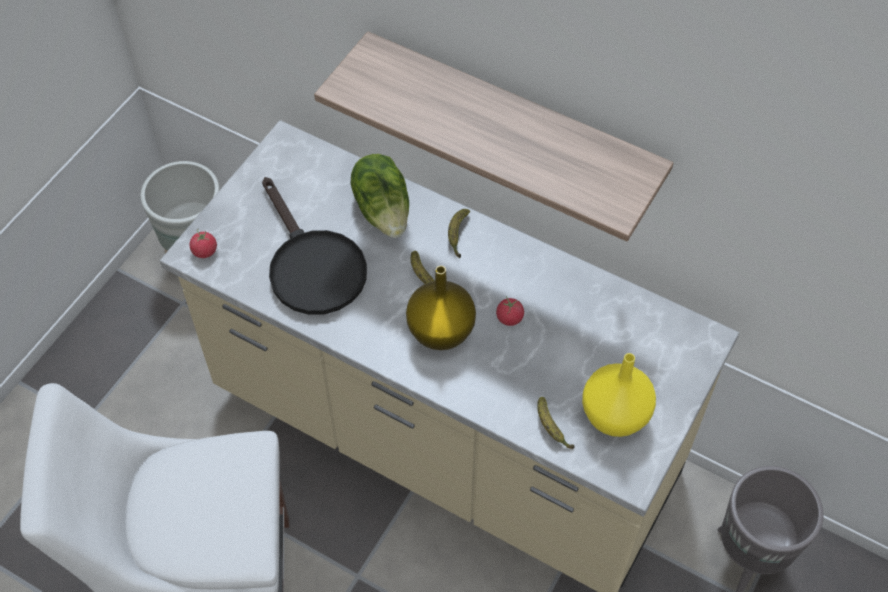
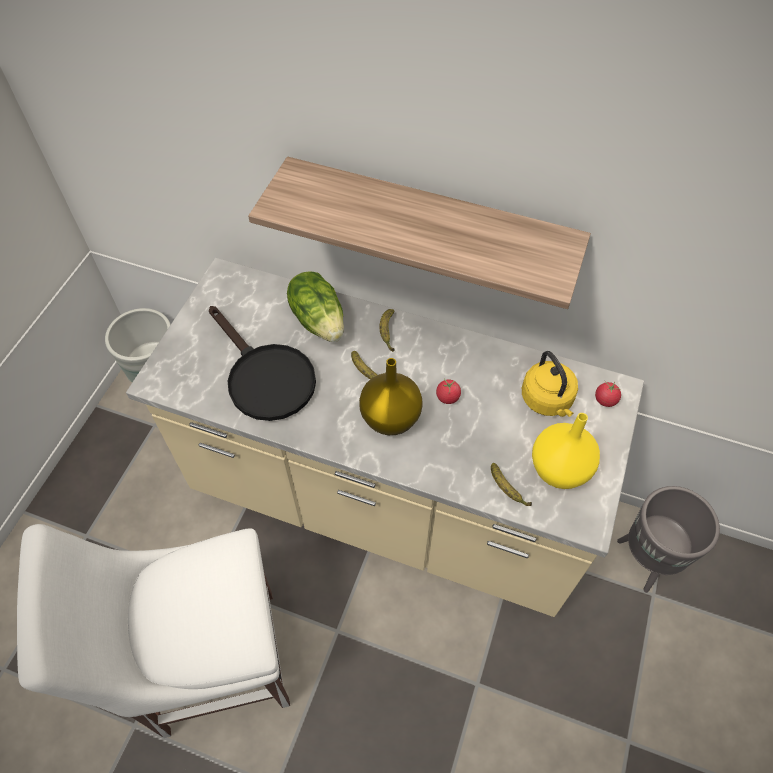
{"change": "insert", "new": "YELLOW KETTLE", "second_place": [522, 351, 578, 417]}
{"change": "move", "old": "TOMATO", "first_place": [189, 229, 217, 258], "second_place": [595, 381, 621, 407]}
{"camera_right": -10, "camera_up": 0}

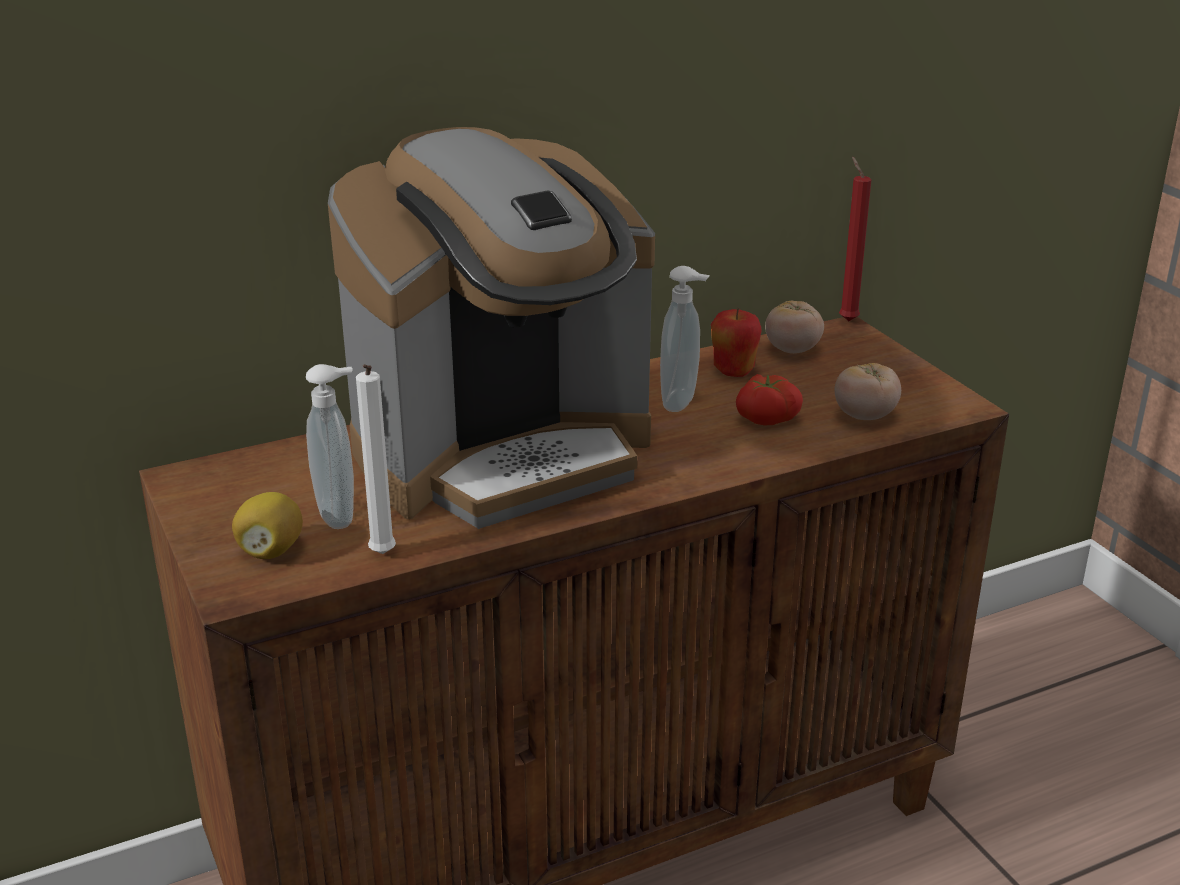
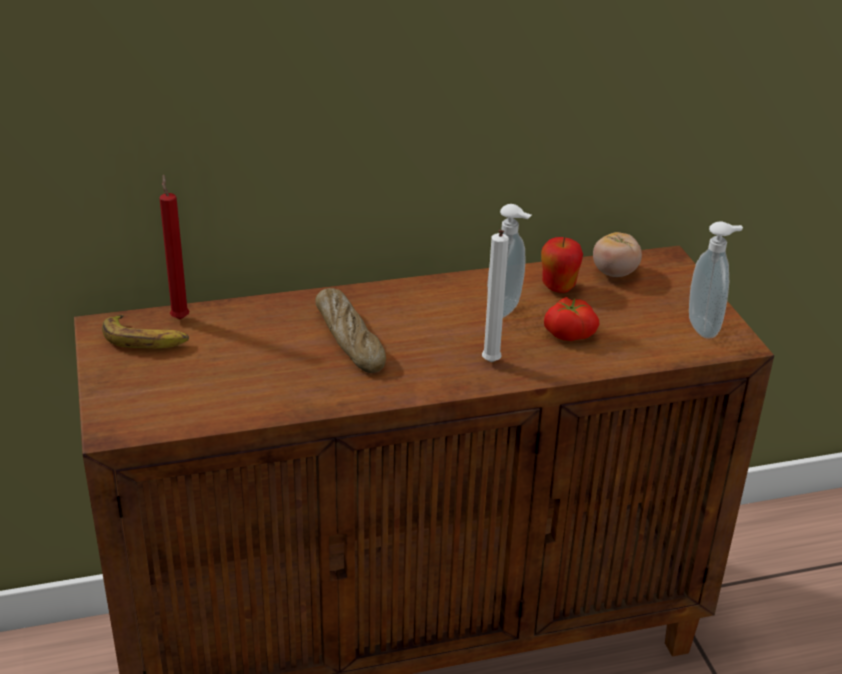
{"change": "delete", "old": "LEMON", "first_place": [232, 492, 303, 559]}
{"change": "delete", "old": "TOMATO", "first_place": [834, 363, 901, 420]}
{"change": "insert", "new": "BANANA", "second_place": [102, 315, 189, 349]}
{"change": "move", "old": "SOAP DISPENSER", "first_place": [306, 364, 354, 529], "second_place": [689, 221, 743, 339]}
{"change": "move", "old": "WHITE CANDLE", "first_place": [356, 364, 396, 554], "second_place": [482, 230, 509, 362]}
{"change": "move", "old": "RED CANDLE", "first_place": [839, 157, 872, 321], "second_place": [160, 174, 189, 320]}
{"change": "replace", "old": "COFFEE MACHINE", "new": "BREAD", "first_place": [328, 127, 655, 529], "second_place": [315, 288, 386, 373]}
{"camera_right": 10, "camera_up": 5}

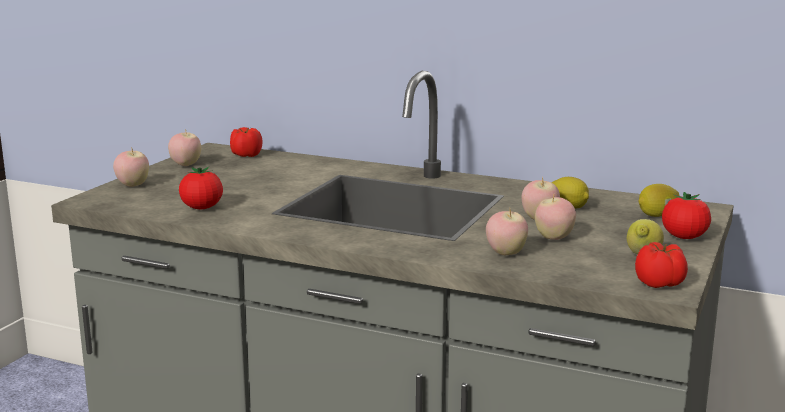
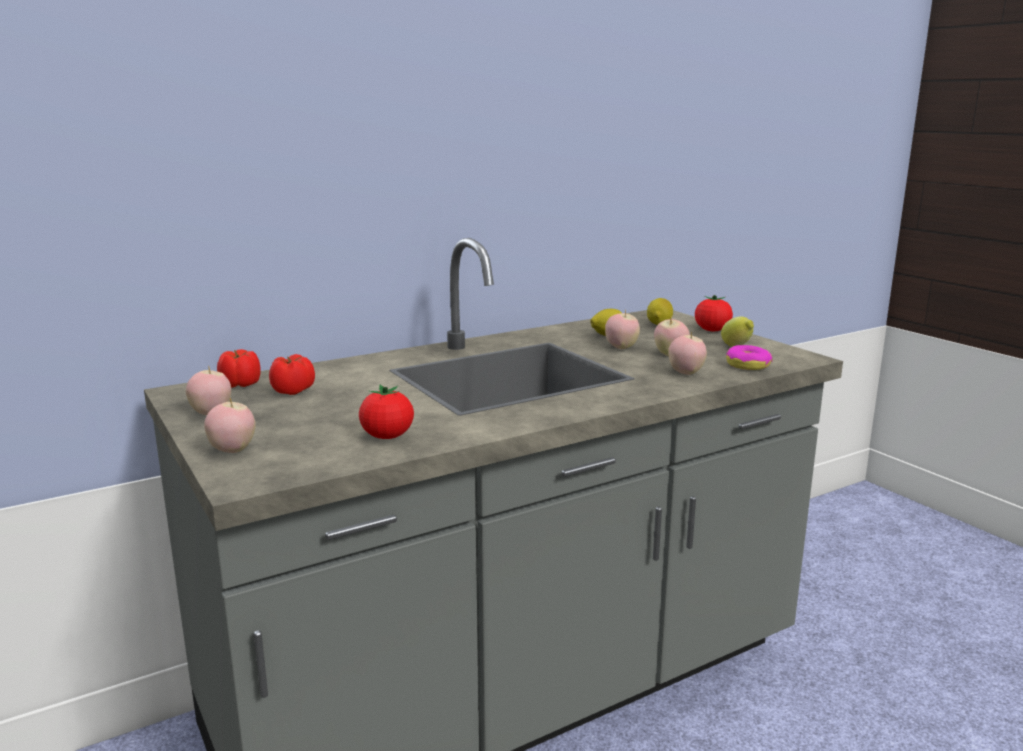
{"change": "insert", "new": "DONUT", "second_place": [726, 345, 772, 370]}
{"change": "move", "old": "TOMATO", "first_place": [635, 242, 688, 288], "second_place": [269, 354, 315, 395]}
{"camera_right": -55, "camera_up": 0}

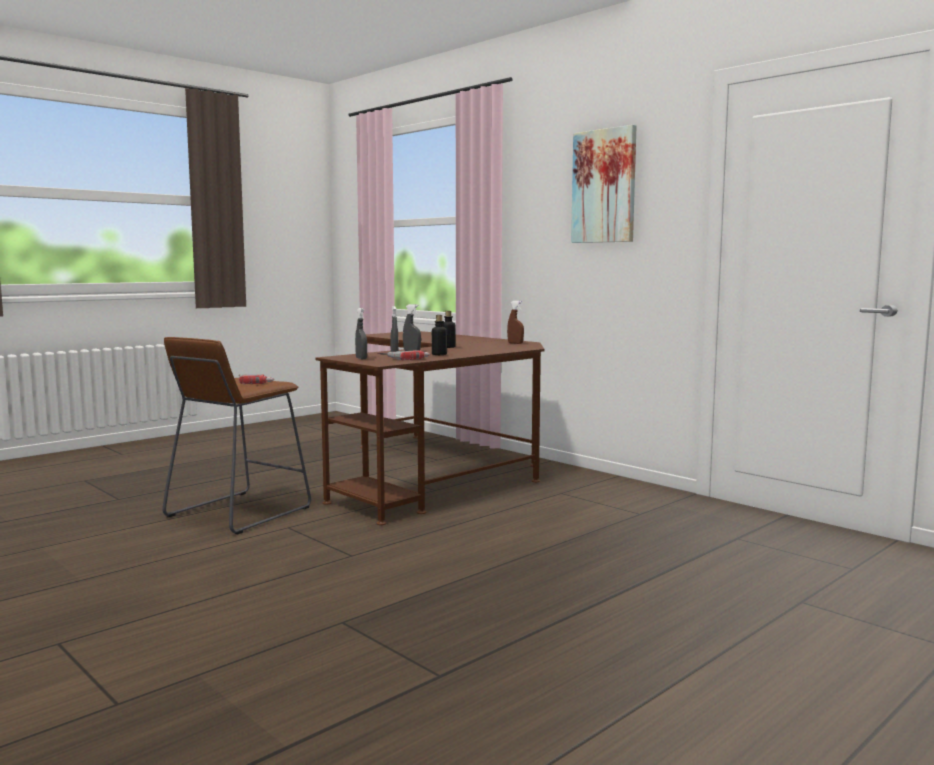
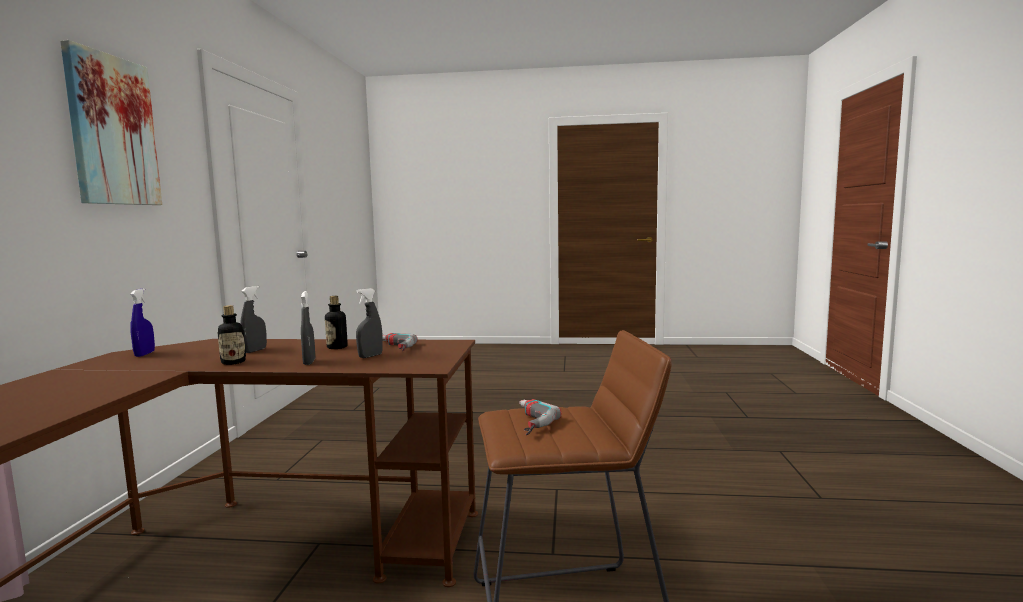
{"change": "move", "old": "GREY SPRAY BOTTLE", "first_place": [355, 308, 367, 359], "second_place": [240, 286, 267, 353]}
{"change": "recolor", "old": "BROWN SPRAY BOTTLE", "new": "BLUE SPRAY BOTTLE", "first_place": [507, 301, 524, 344], "second_place": [130, 289, 155, 357]}
{"camera_right": -130, "camera_up": 0}

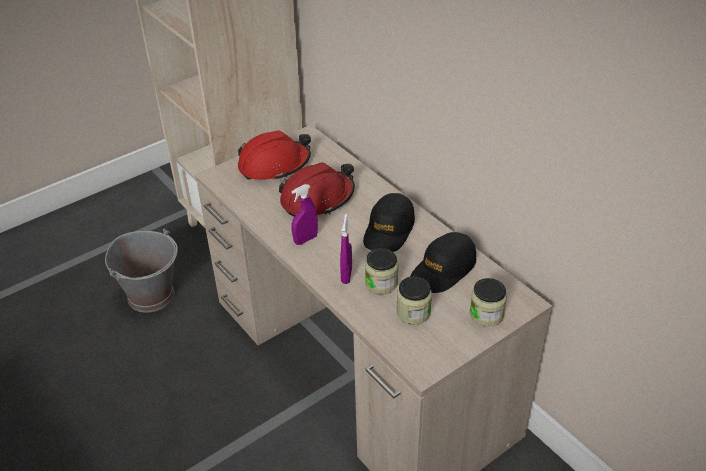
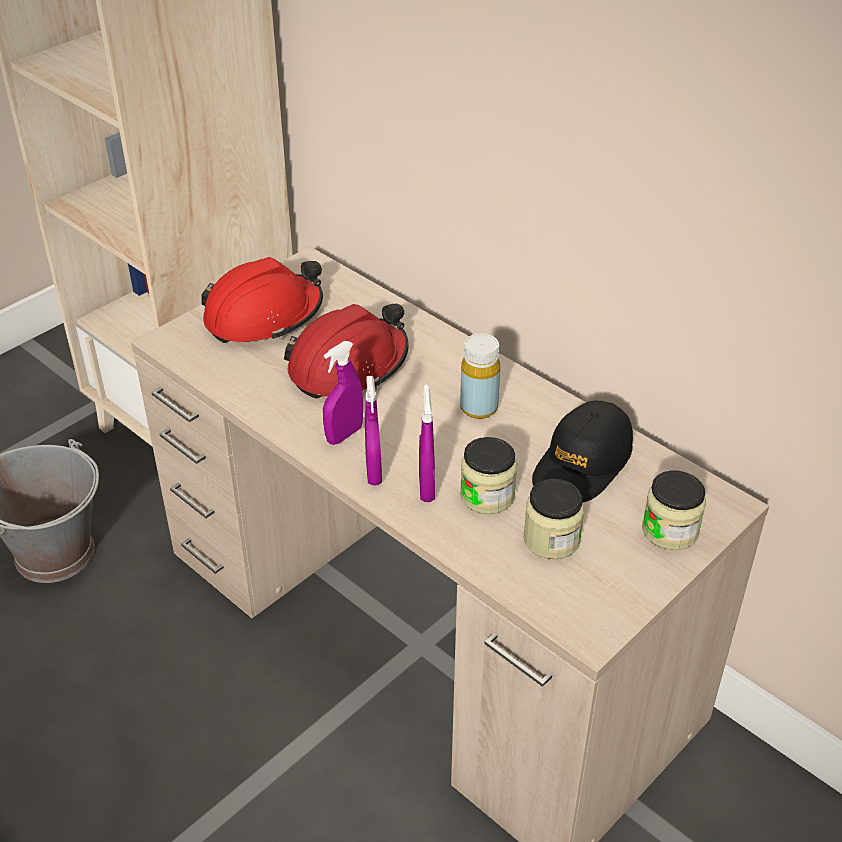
{"change": "insert", "new": "PURPLE SPRAY BOTTLE", "second_place": [365, 376, 382, 485]}
{"change": "replace", "old": "BLACK CAP", "new": "YELLOW BOTTLE", "first_place": [363, 193, 415, 252], "second_place": [460, 333, 500, 419]}
{"camera_right": -10, "camera_up": 0}

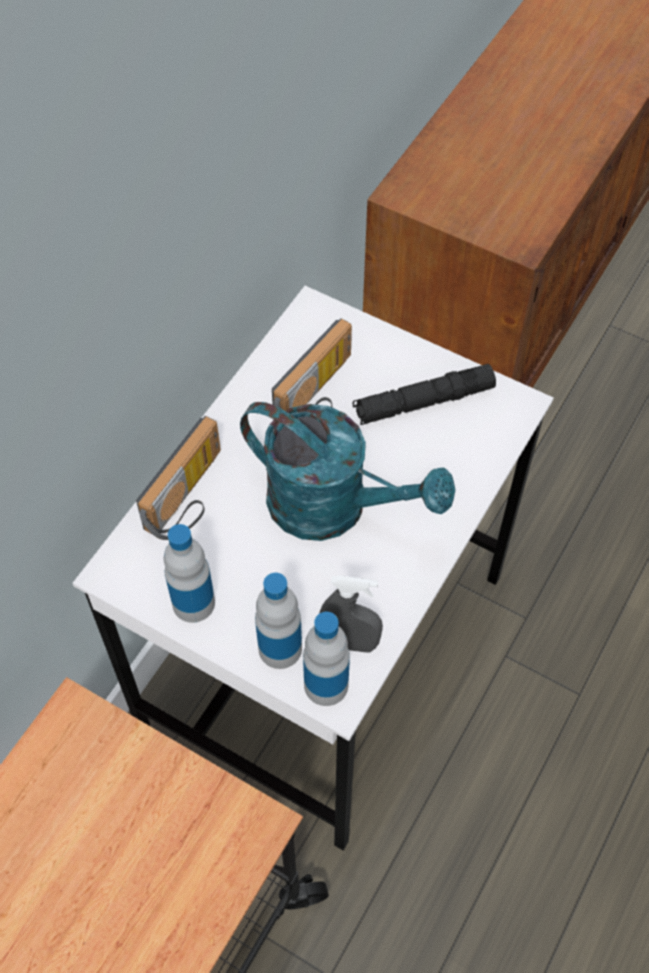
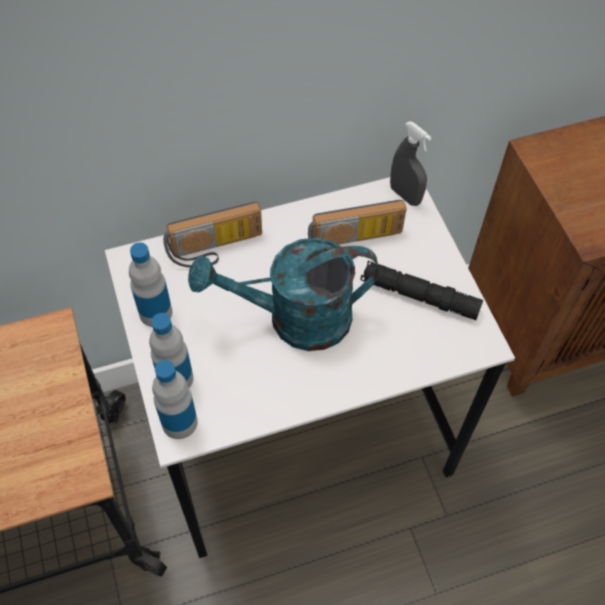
{"change": "move", "old": "GREY SPRAY BOTTLE", "first_place": [319, 576, 383, 653], "second_place": [390, 121, 432, 206]}
{"change": "rotate", "old": "TURQUOISE WATERING CAN", "first_place": [240, 402, 455, 541], "second_place": [188, 238, 379, 351], "degrees": 105}
{"camera_right": 40, "camera_up": 0}

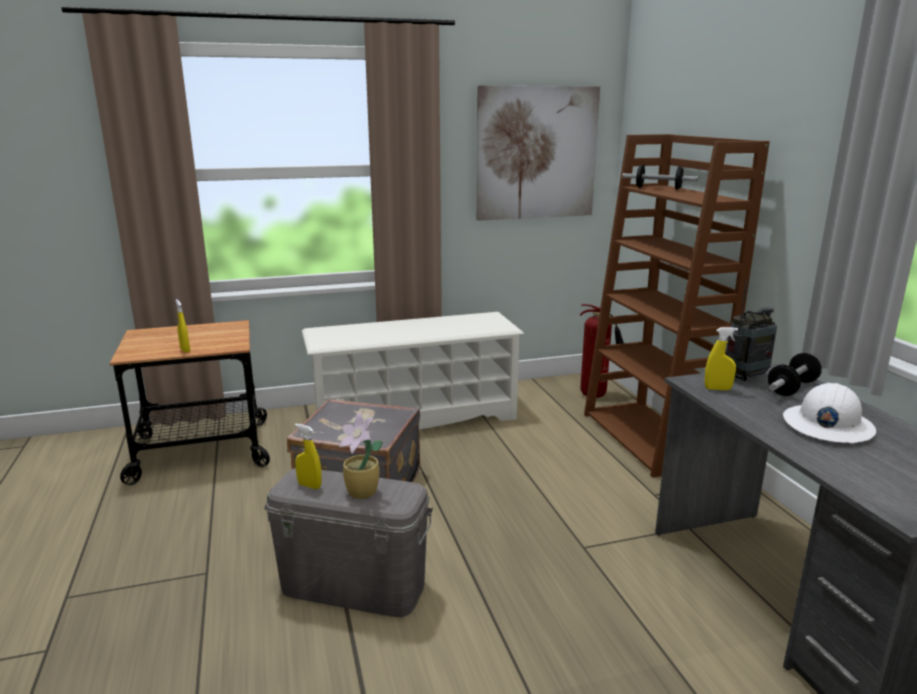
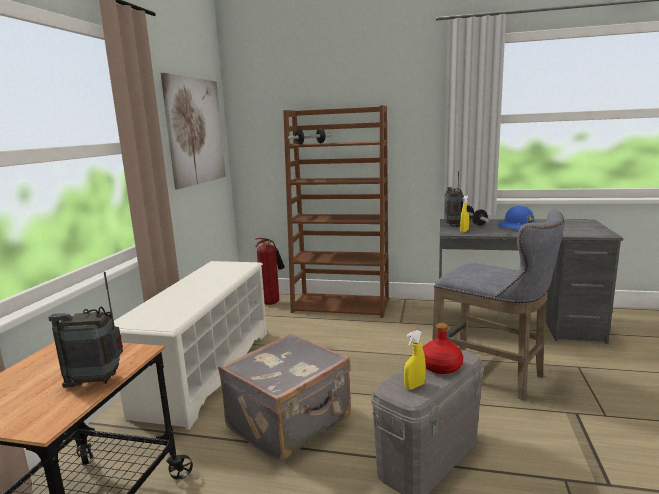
{"change": "insert", "new": "GREY STOOL", "second_place": [432, 210, 564, 401]}
{"change": "replace", "old": "YELLOW SPRAY BOTTLE", "new": "RADIO", "first_place": [175, 299, 190, 353], "second_place": [48, 272, 123, 388]}
{"change": "replace", "old": "POTTED PLANT", "new": "RED BOTTLE", "first_place": [339, 412, 383, 499], "second_place": [422, 323, 463, 374]}
{"change": "recolor", "old": "WHITE HARD HAT", "new": "BLUE HARD HAT", "first_place": [783, 383, 876, 443], "second_place": [497, 206, 535, 230]}
{"camera_right": -60, "camera_up": -5}

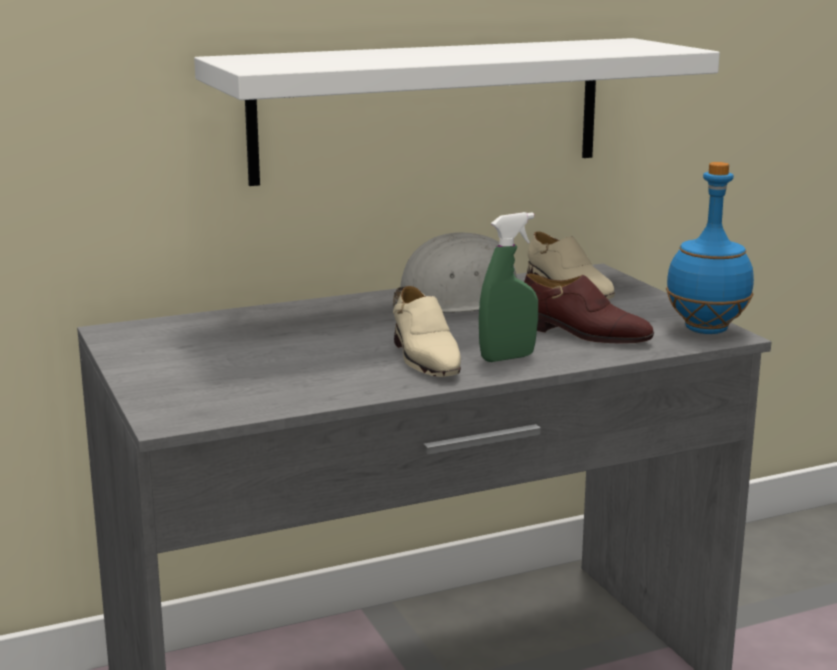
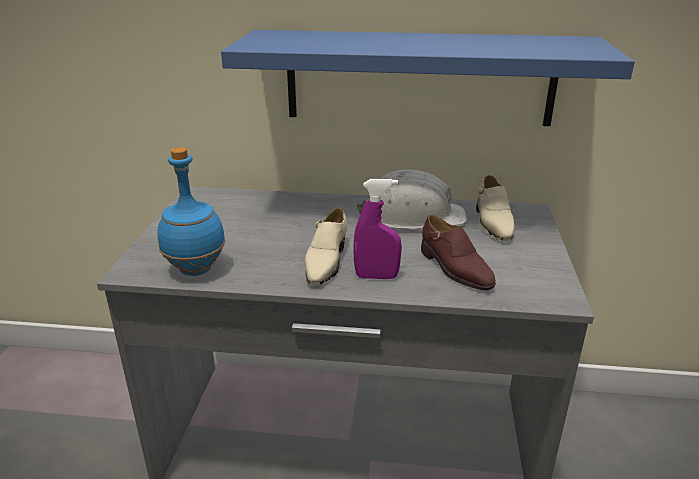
{"change": "move", "old": "BLUE BOTTLE", "first_place": [666, 162, 754, 334], "second_place": [157, 147, 226, 276]}
{"change": "recolor", "old": "WHITE SHELF", "new": "BLUE SHELF", "first_place": [194, 38, 720, 186], "second_place": [221, 30, 635, 126]}
{"change": "recolor", "old": "GREEN SPRAY BOTTLE", "new": "PURPLE SPRAY BOTTLE", "first_place": [479, 212, 538, 362], "second_place": [353, 179, 402, 279]}
{"camera_right": 30, "camera_up": 10}

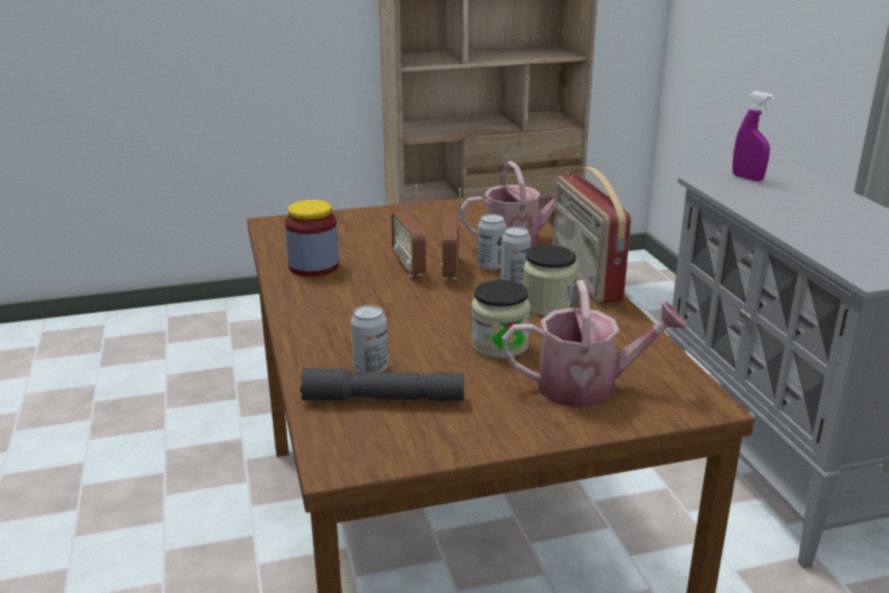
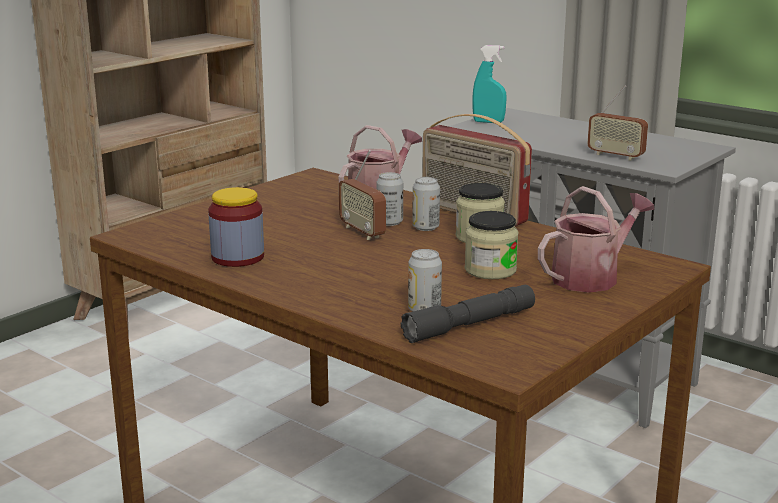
{"change": "move", "old": "RADIO", "first_place": [391, 185, 426, 277], "second_place": [587, 86, 648, 161]}
{"change": "recolor", "old": "PURPLE SPRAY BOTTLE", "new": "TURQUOISE SPRAY BOTTLE", "first_place": [732, 91, 774, 181], "second_place": [472, 45, 507, 123]}
{"camera_right": -35, "camera_up": -5}

